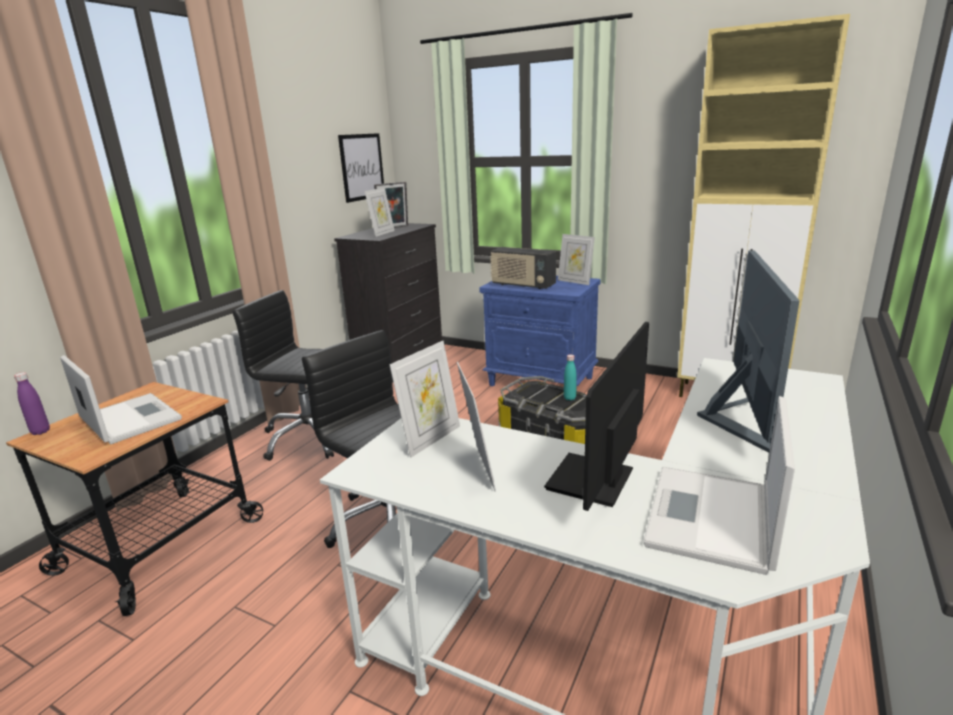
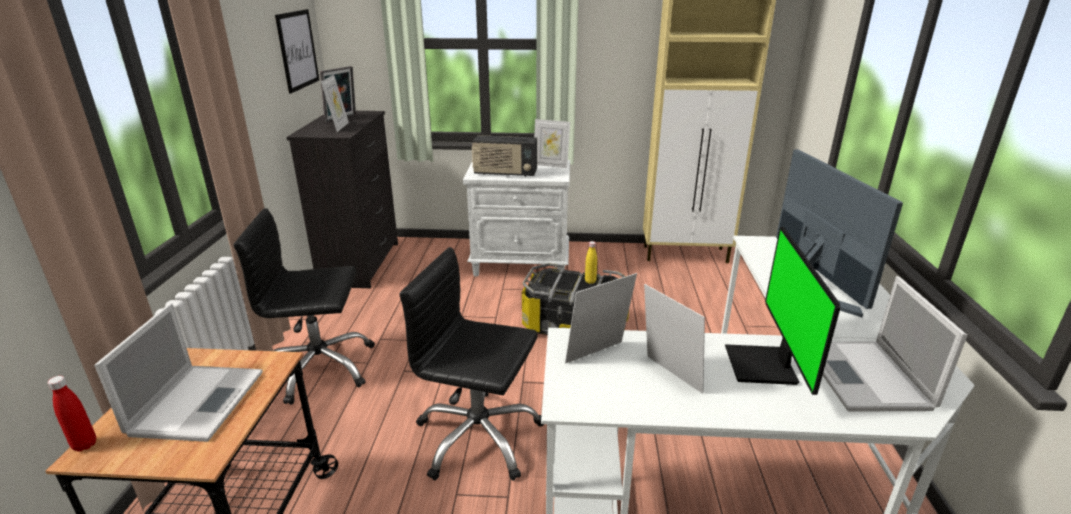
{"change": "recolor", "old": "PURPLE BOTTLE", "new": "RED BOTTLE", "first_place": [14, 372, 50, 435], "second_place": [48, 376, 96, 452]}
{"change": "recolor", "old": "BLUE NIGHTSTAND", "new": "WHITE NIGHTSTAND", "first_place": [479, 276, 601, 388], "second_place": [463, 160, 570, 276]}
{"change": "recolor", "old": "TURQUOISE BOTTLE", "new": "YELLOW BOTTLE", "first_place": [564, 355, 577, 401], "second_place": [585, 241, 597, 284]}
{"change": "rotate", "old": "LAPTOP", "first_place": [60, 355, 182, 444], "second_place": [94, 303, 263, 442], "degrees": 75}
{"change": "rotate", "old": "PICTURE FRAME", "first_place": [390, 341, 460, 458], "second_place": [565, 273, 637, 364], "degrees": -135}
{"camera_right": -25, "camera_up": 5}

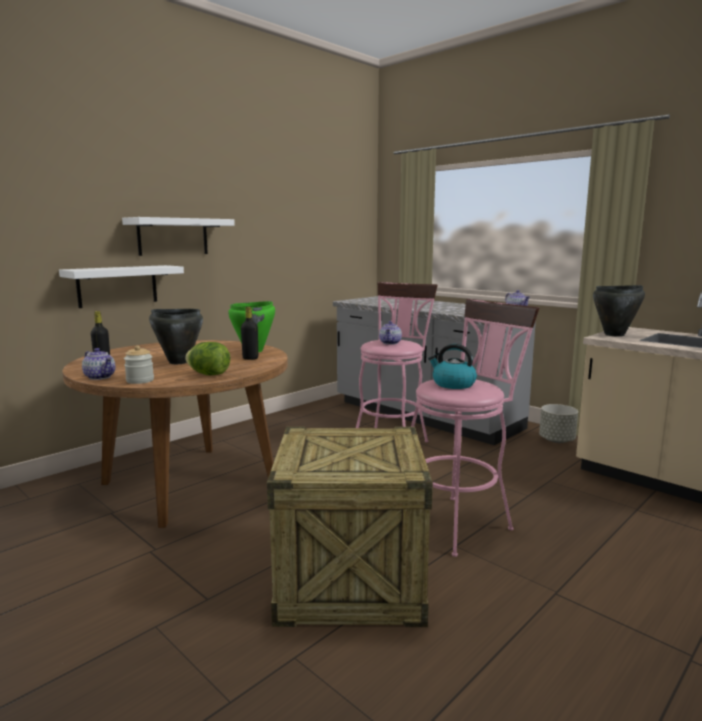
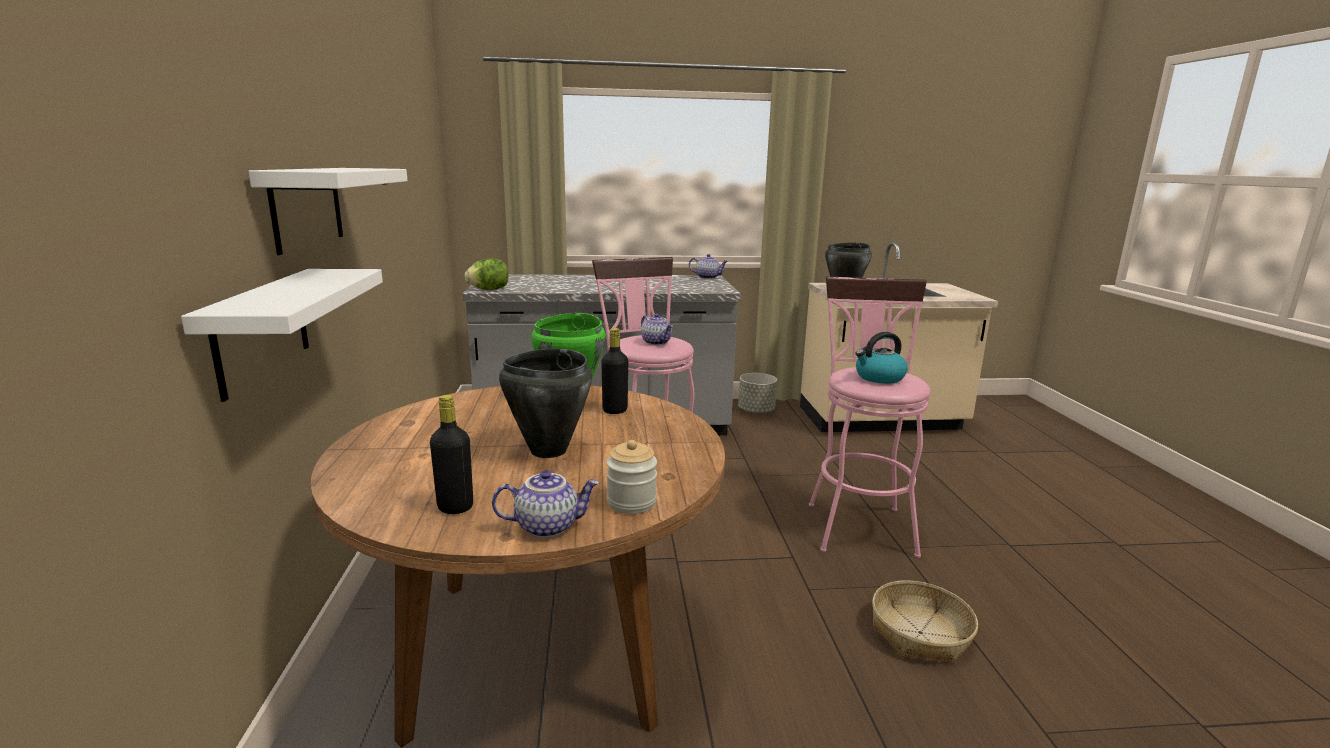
{"change": "move", "old": "LETTUCE", "first_place": [185, 342, 230, 375], "second_place": [465, 259, 509, 290]}
{"change": "replace", "old": "CRATE", "new": "BASKET", "first_place": [267, 427, 433, 627], "second_place": [872, 580, 978, 664]}
{"camera_right": -50, "camera_up": 5}

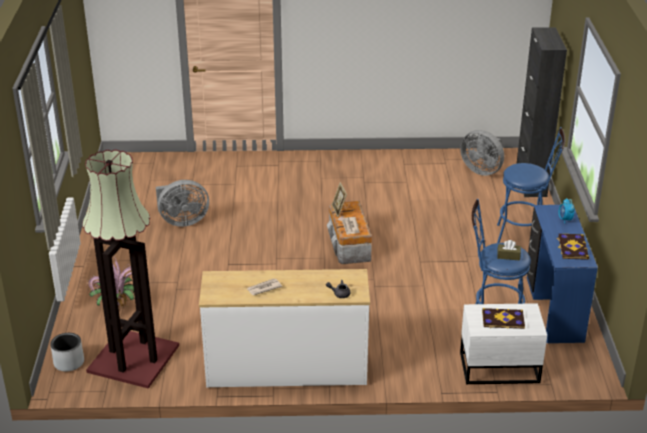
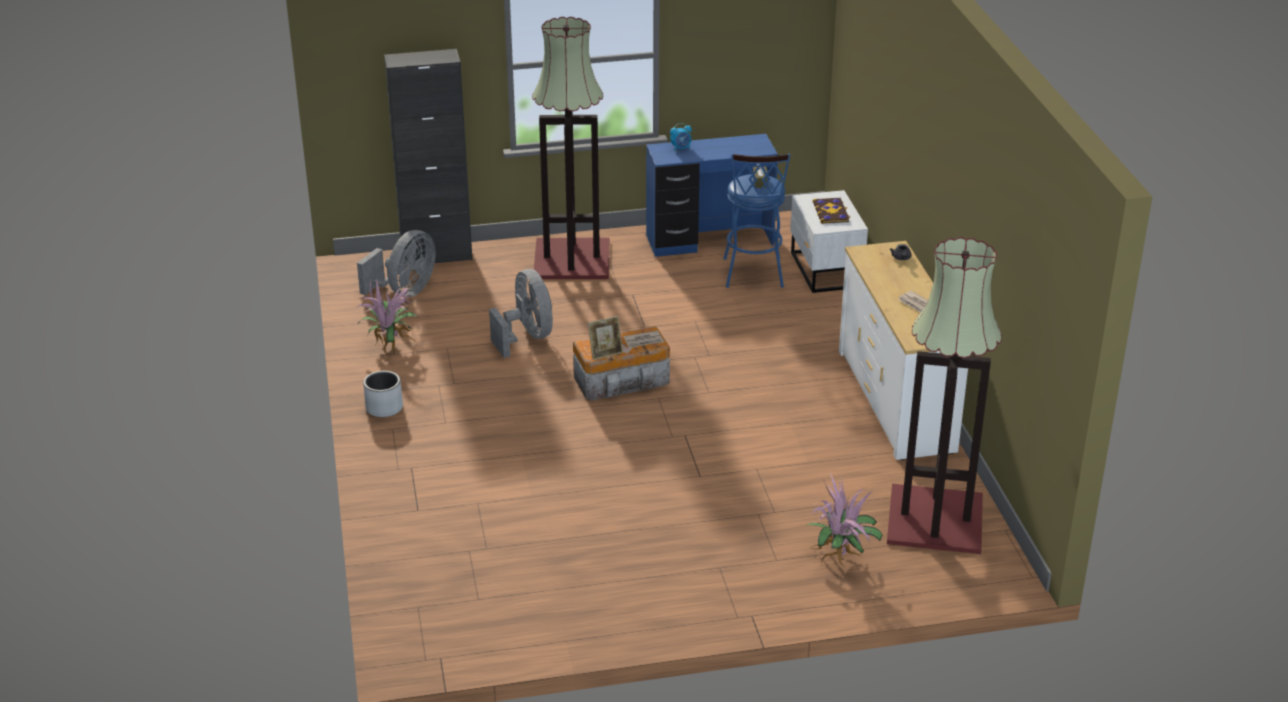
{"change": "delete", "old": "BOOK", "first_place": [556, 234, 589, 260]}
{"change": "insert", "new": "POTTED PLANT", "second_place": [357, 279, 417, 359]}
{"change": "move", "old": "GREY PLANTER", "first_place": [50, 333, 84, 372], "second_place": [363, 371, 403, 417]}
{"change": "move", "old": "GREY FAN", "first_place": [156, 180, 209, 227], "second_place": [489, 269, 553, 358]}
{"change": "replace", "old": "BLUE STOOL", "new": "FLOOR LAMP", "first_place": [497, 127, 565, 243], "second_place": [532, 17, 609, 279]}
{"camera_right": -100, "camera_up": 0}

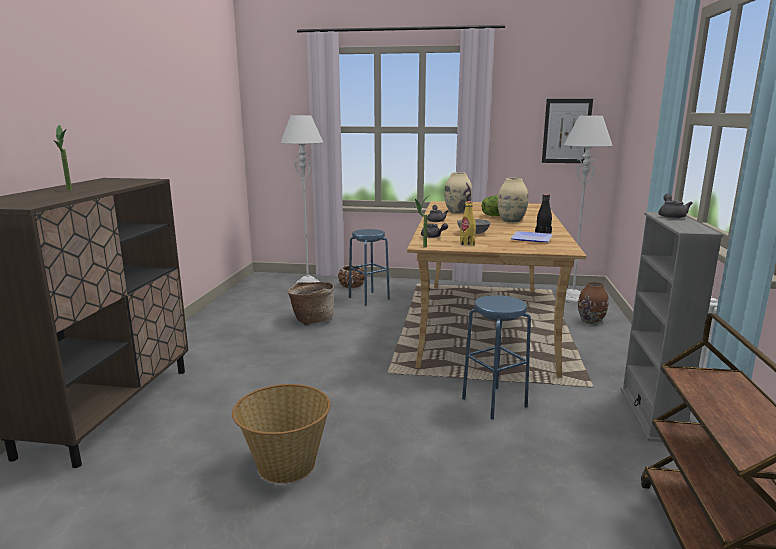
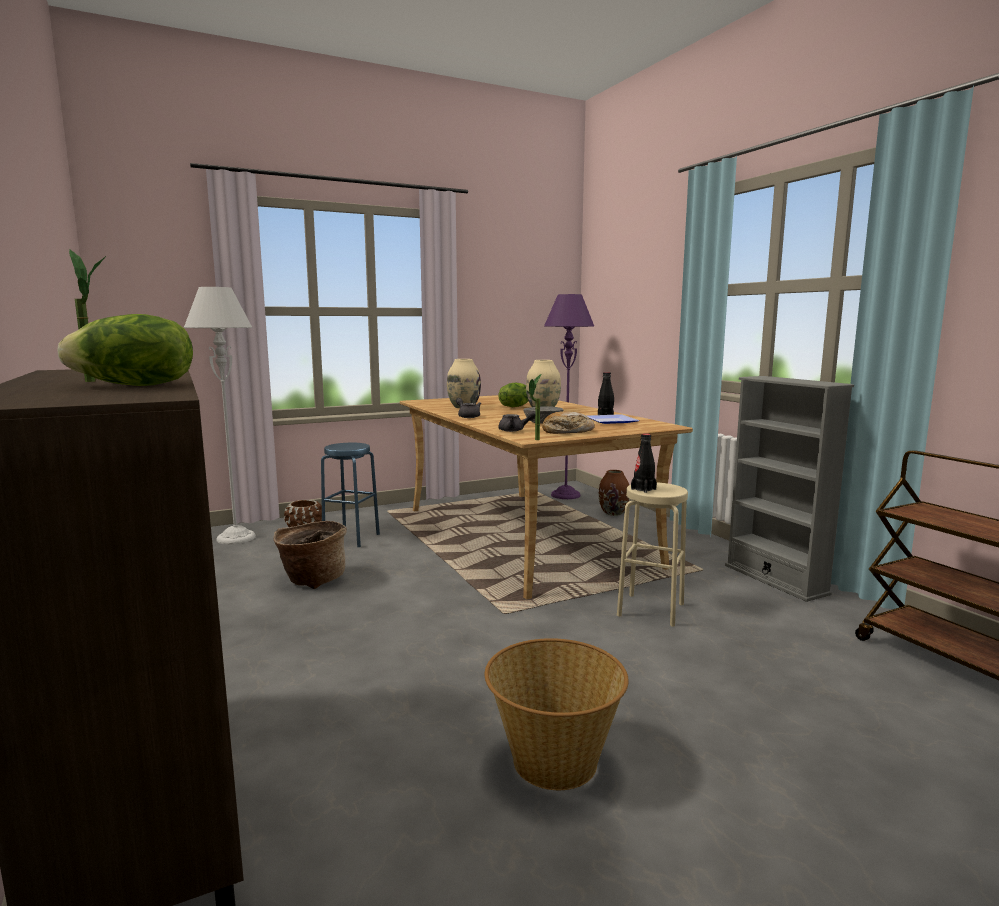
{"change": "delete", "old": "PICTURE", "first_place": [542, 99, 593, 163]}
{"change": "delete", "old": "GREY TEAPOT", "first_place": [658, 194, 693, 219]}
{"change": "insert", "new": "LETTUCE", "second_place": [58, 314, 193, 386]}
{"change": "insert", "new": "BLACK BOTTLE", "second_place": [631, 433, 657, 493]}
{"change": "replace", "old": "YELLOW BOTTLE", "new": "BREAD", "first_place": [460, 201, 476, 245], "second_place": [542, 411, 595, 434]}
{"change": "recolor", "old": "BLUE STOOL", "new": "BEIGE STOOL", "first_place": [462, 295, 531, 420], "second_place": [617, 482, 688, 627]}
{"change": "recolor", "old": "GREY FLOOR LAMP", "new": "PURPLE FLOOR LAMP", "first_place": [564, 116, 613, 303], "second_place": [544, 294, 594, 499]}
{"camera_right": -35, "camera_up": -5}

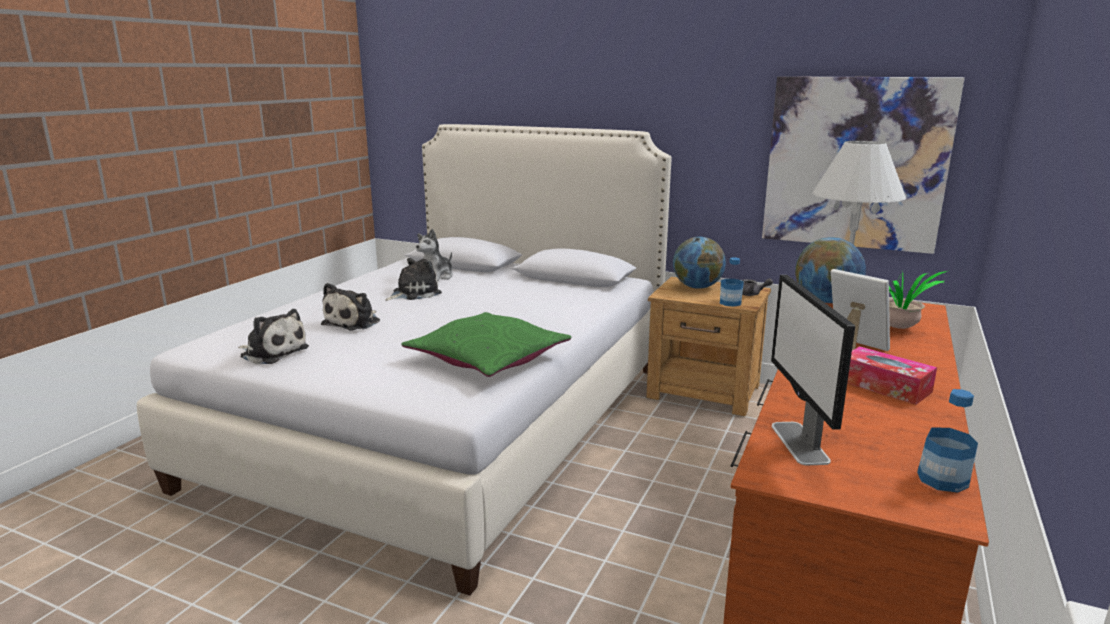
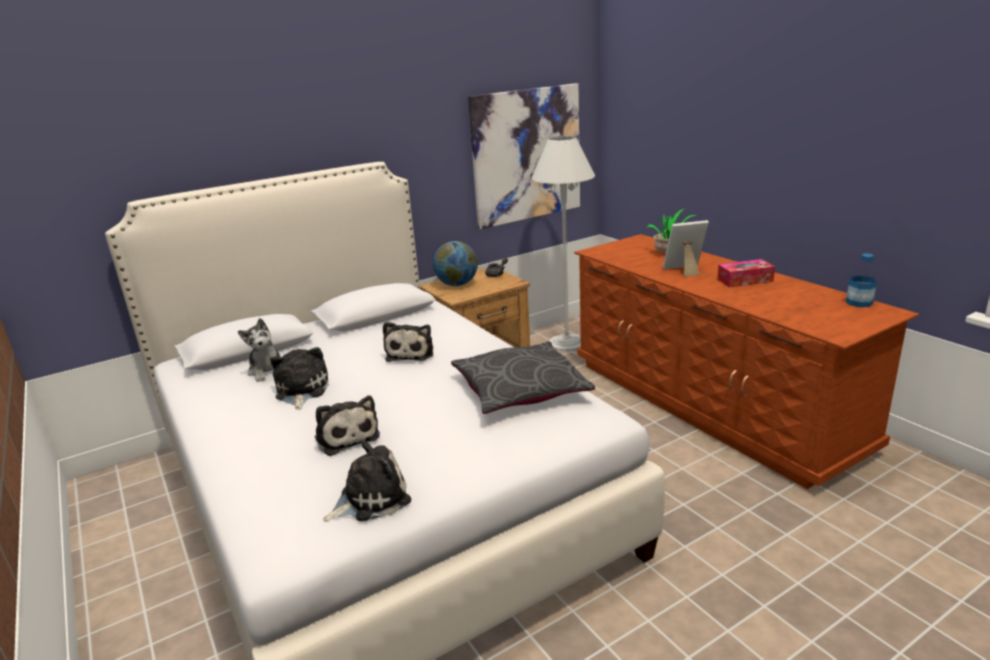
{"change": "delete", "old": "BOTTLE", "first_place": [720, 257, 744, 307]}
{"change": "delete", "old": "MONITOR", "first_place": [771, 275, 855, 465]}
{"change": "delete", "old": "GLOBE", "first_place": [795, 237, 866, 303]}
{"change": "insert", "new": "PLUSH TOY", "second_place": [383, 322, 433, 362]}
{"change": "recolor", "old": "GREEN PILLOW", "new": "GREY PILLOW", "first_place": [401, 312, 571, 377], "second_place": [451, 341, 595, 414]}
{"camera_right": -55, "camera_up": 5}

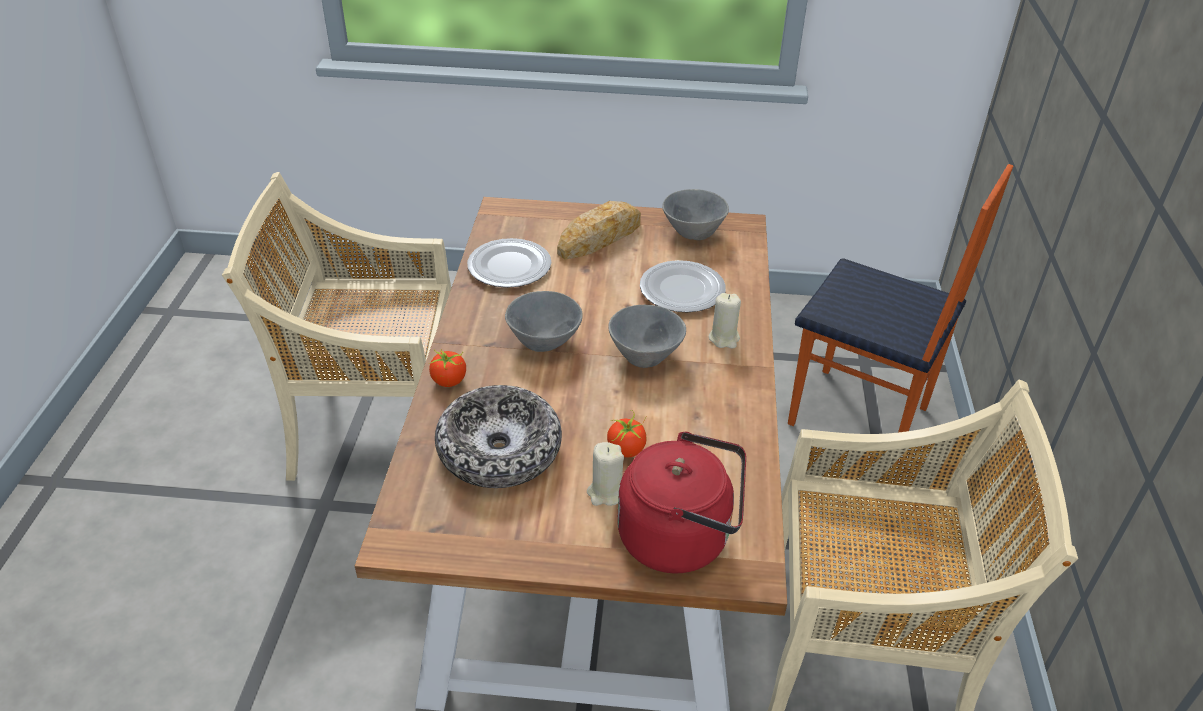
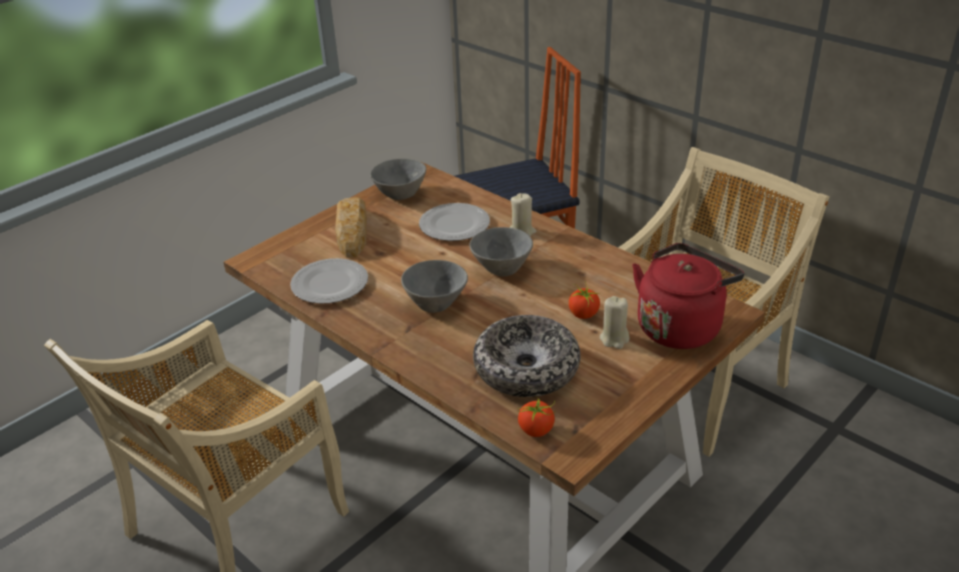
{"change": "move", "old": "TOMATO", "first_place": [429, 349, 466, 387], "second_place": [517, 397, 555, 437]}
{"camera_right": -50, "camera_up": -5}

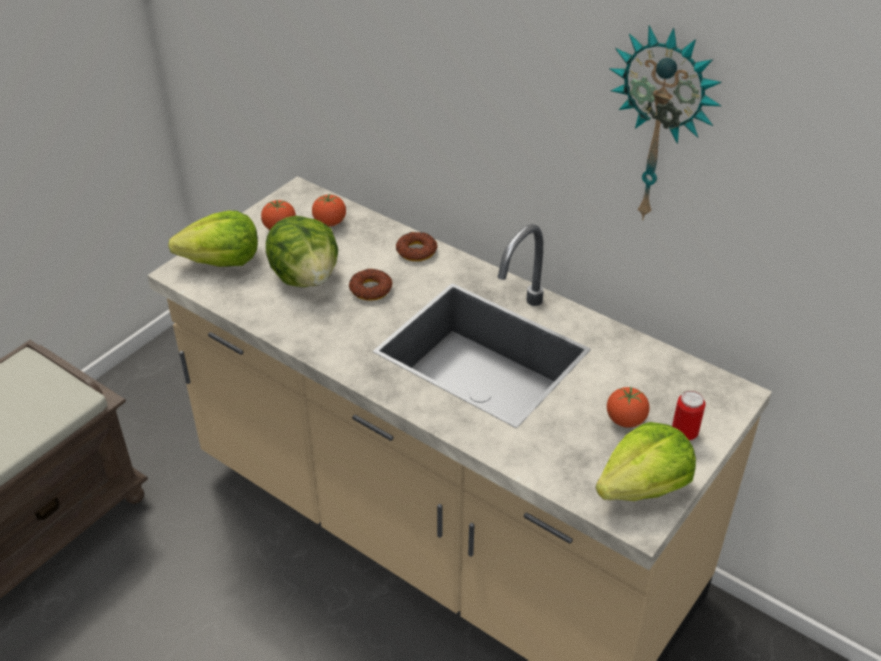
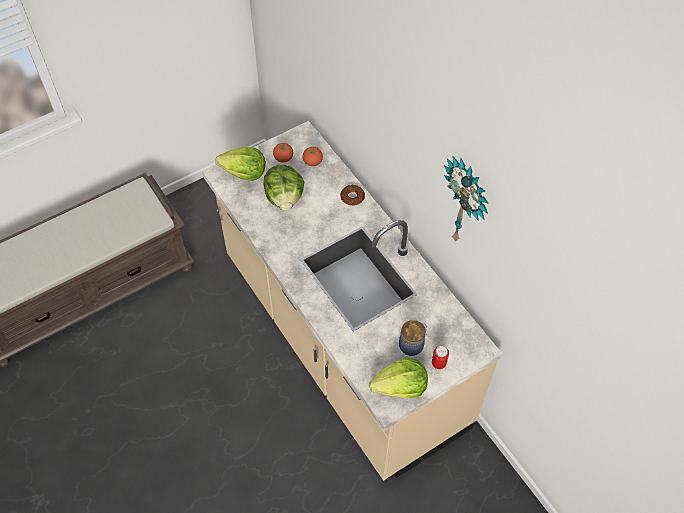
{"change": "delete", "old": "DONUT", "first_place": [349, 268, 392, 301]}
{"change": "replace", "old": "TOMATO", "new": "JAR", "first_place": [607, 386, 650, 427], "second_place": [399, 320, 427, 356]}
{"camera_right": 20, "camera_up": 15}

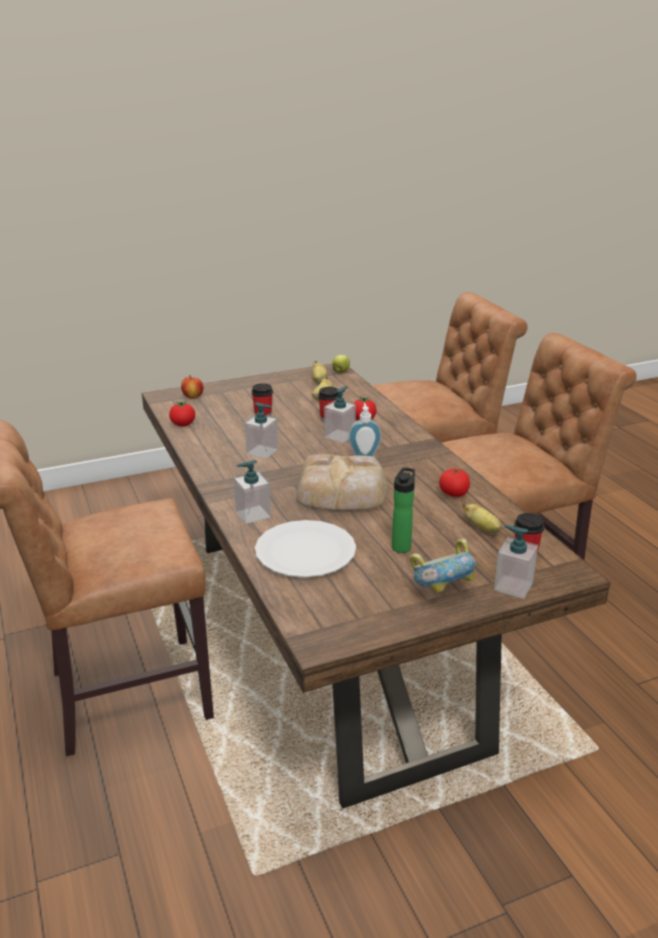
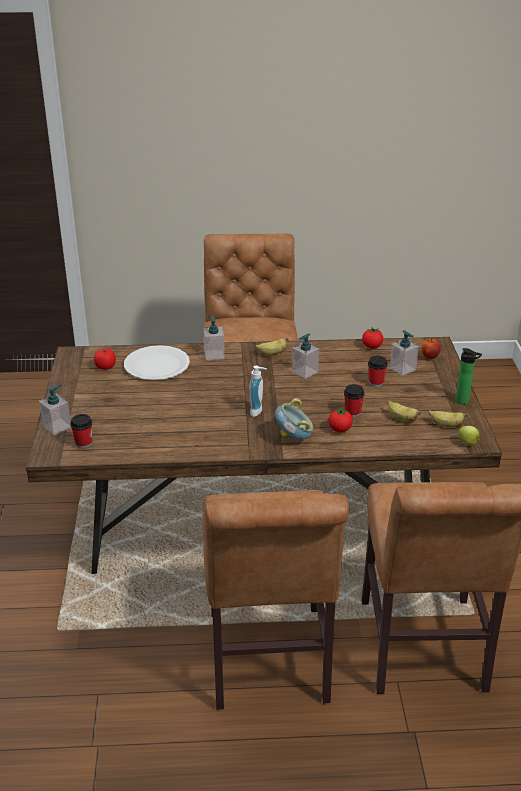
{"change": "delete", "old": "BREAD", "first_place": [296, 454, 389, 511]}
{"change": "move", "old": "SOAP DISPENSER", "first_place": [324, 386, 356, 443], "second_place": [390, 330, 419, 376]}
{"change": "move", "old": "BOTTLE", "first_place": [392, 467, 415, 553], "second_place": [455, 348, 482, 405]}
{"change": "move", "old": "BOWL", "first_place": [410, 538, 476, 593], "second_place": [275, 398, 313, 439]}
{"change": "move", "old": "TOMATO", "first_place": [439, 468, 470, 497], "second_place": [94, 349, 116, 370]}
{"change": "move", "old": "BANANA", "first_place": [462, 501, 501, 534], "second_place": [255, 338, 289, 355]}
{"camera_right": 110, "camera_up": 5}

